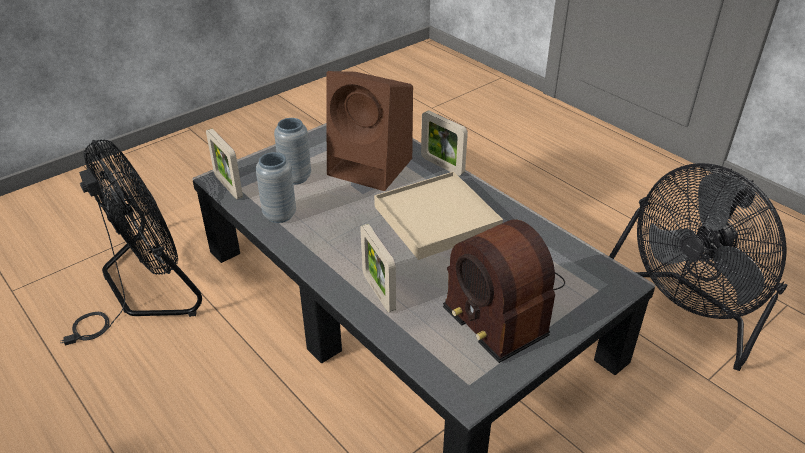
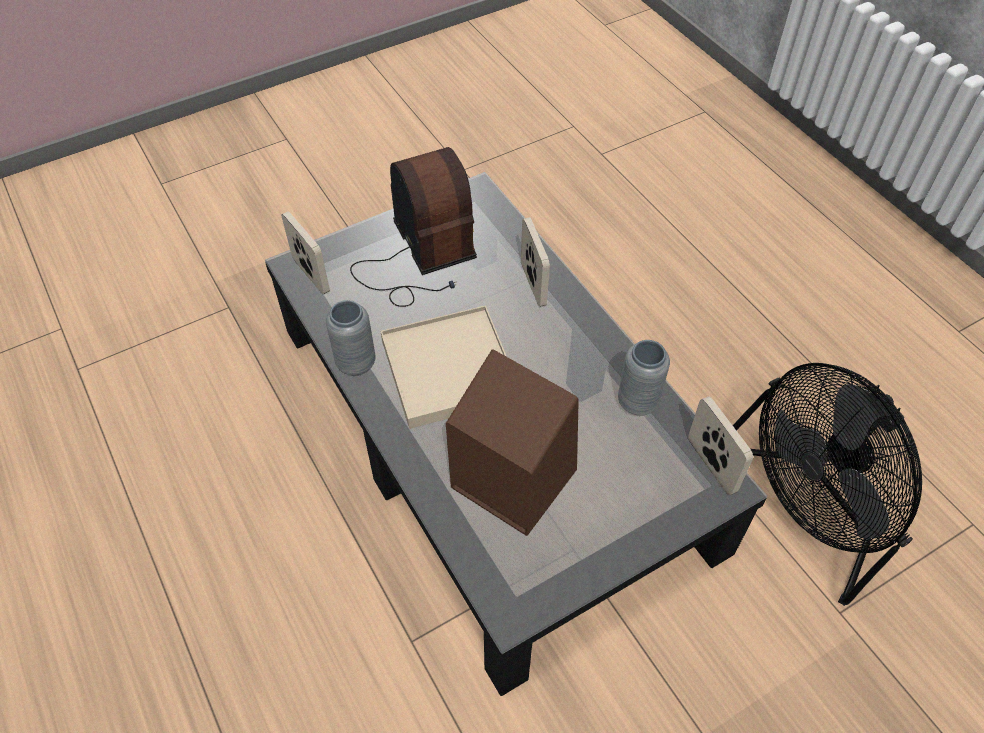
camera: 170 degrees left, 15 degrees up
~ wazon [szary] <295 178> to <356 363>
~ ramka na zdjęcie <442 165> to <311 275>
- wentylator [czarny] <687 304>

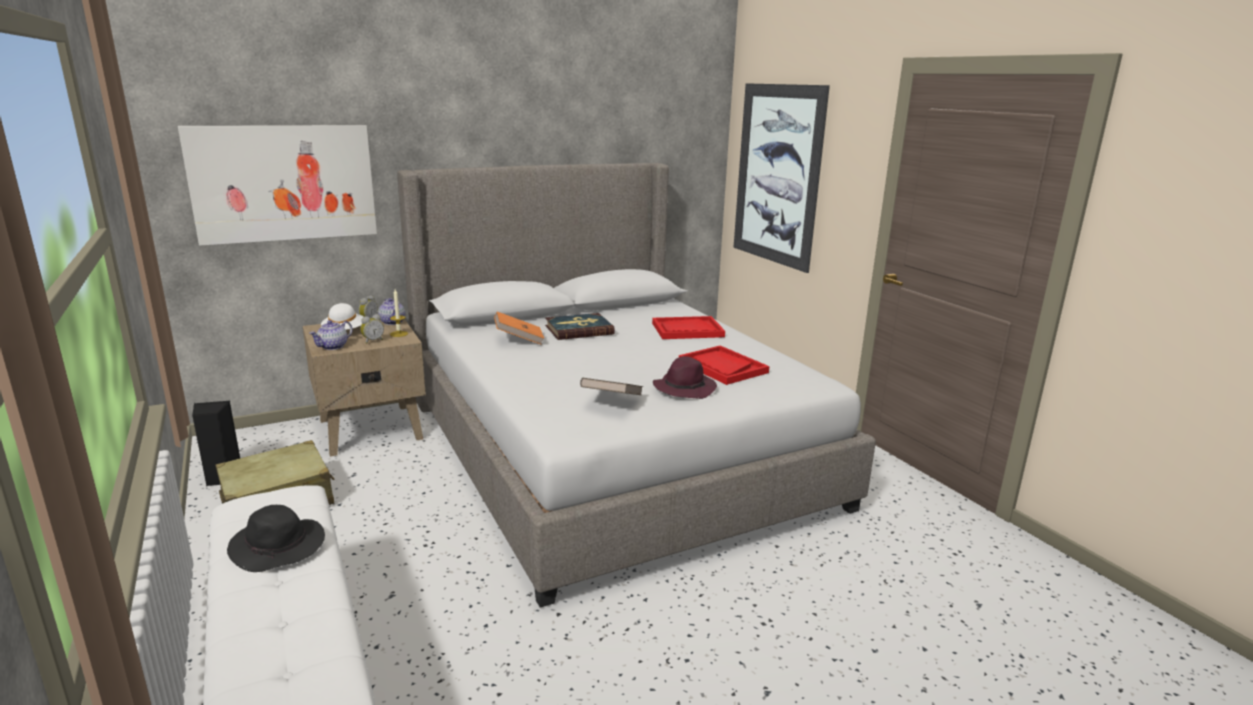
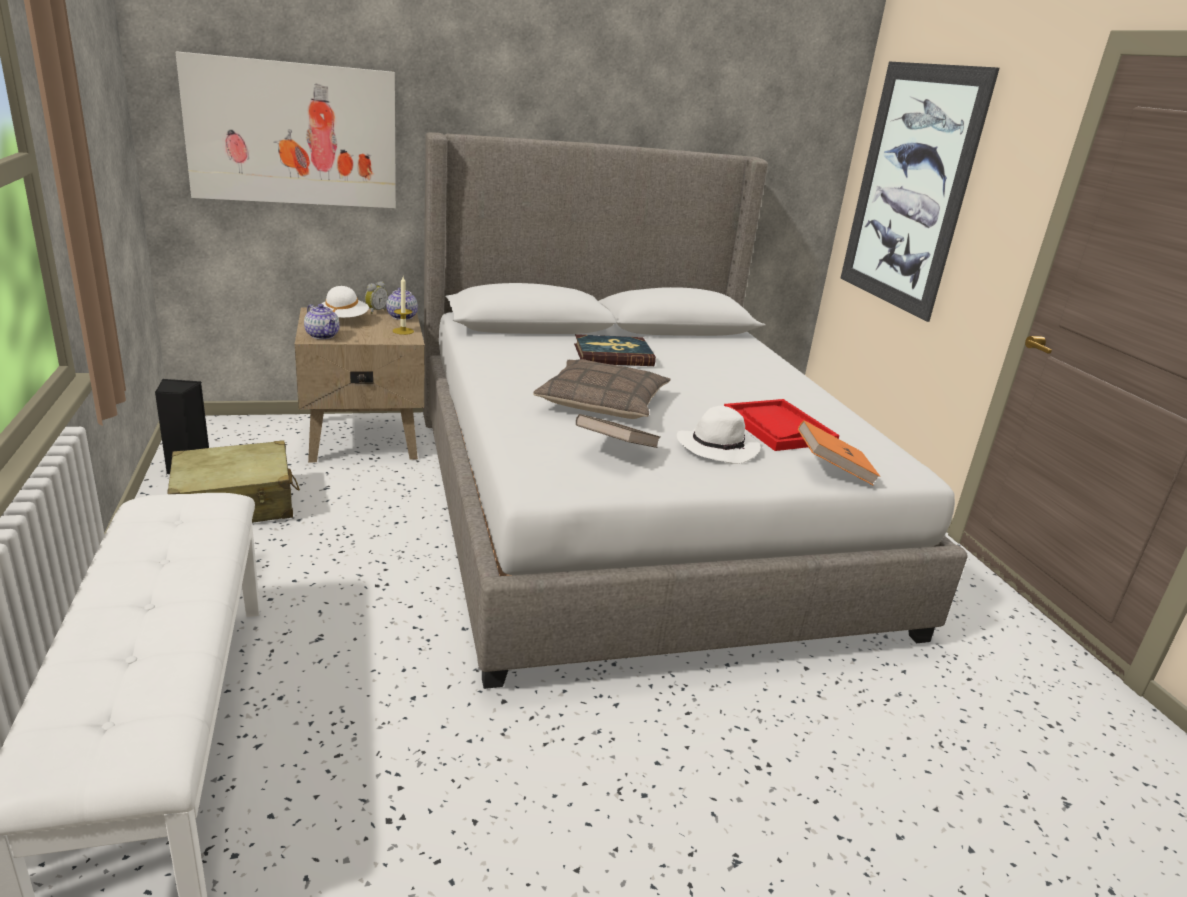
camera: 10 degrees right, 5 degrees up
- kapelusz [czarny] <279 548>
~ imbryk <333 347> = <323 336> 90 degrees counterclockwise
- budzik <372 341>
~ książka [pomarańczowy] <519 340> to <833 470>
- taca [czerwony] <687 330>
~ kapelusz [fioletowy] <685 388> to kapelusz [biały] <718 447>
+ poduszka <603 402>

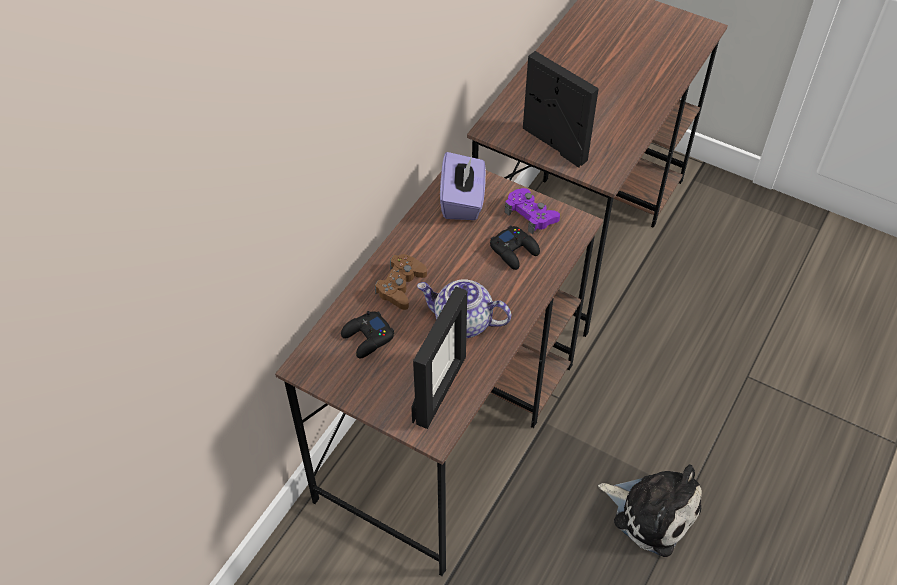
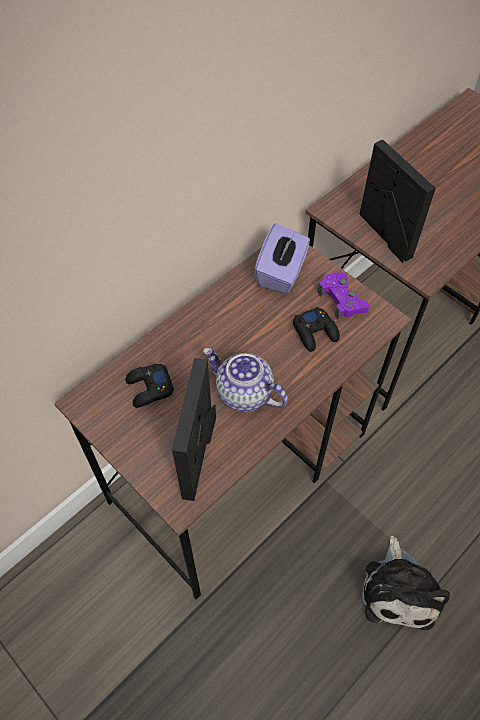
camera: 15 degrees right, 5 degrees up
- pad do gier [brązowy] <400 286>
~ ramka na zdjęcie <439 389> = <199 457> 150 degrees clockwise
~ pluszak <652 511> = <399 589> 45 degrees clockwise

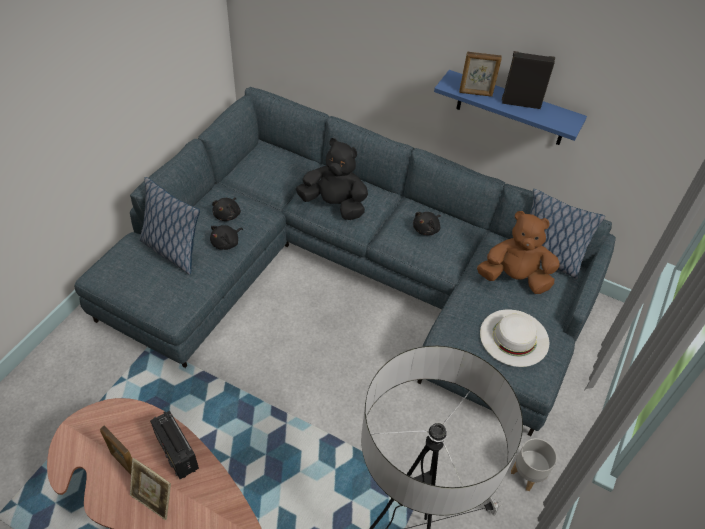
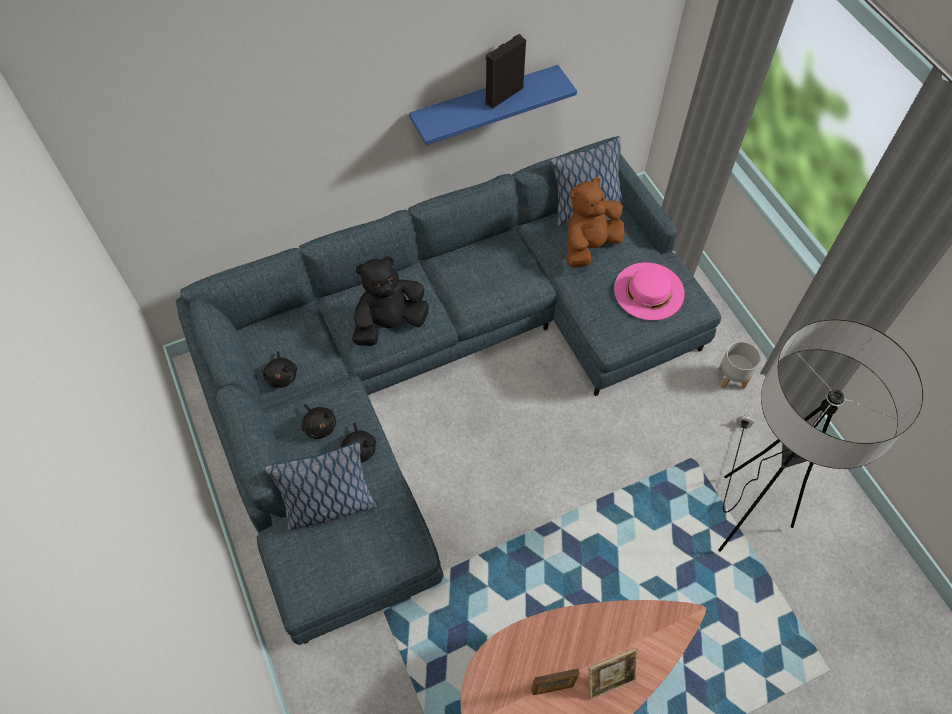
camera: 50 degrees left, 10 degrees up
- radio <177 453>
~ pluszak [czarny] <426 229> to <282 375>
- ramka na zdjęcie <475 94>
~ kapelusz [biały] <514 337> to kapelusz [różowy] <649 291>

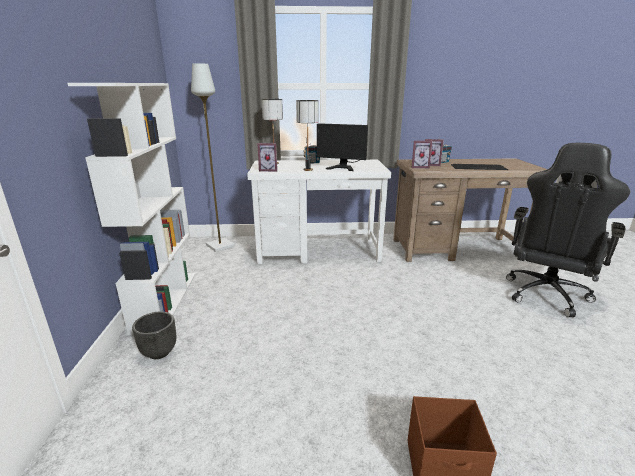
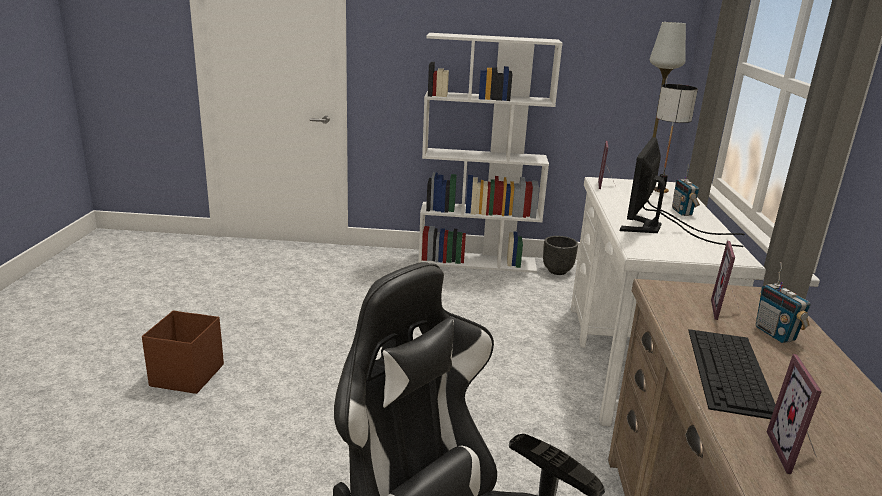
camera: 95 degrees right, 0 degrees up
~ donica [czarny] <159 352> to <558 271>
- lampa stołowa <307 170>
~ ramka na zdjęcie <419 167> to <795 454>

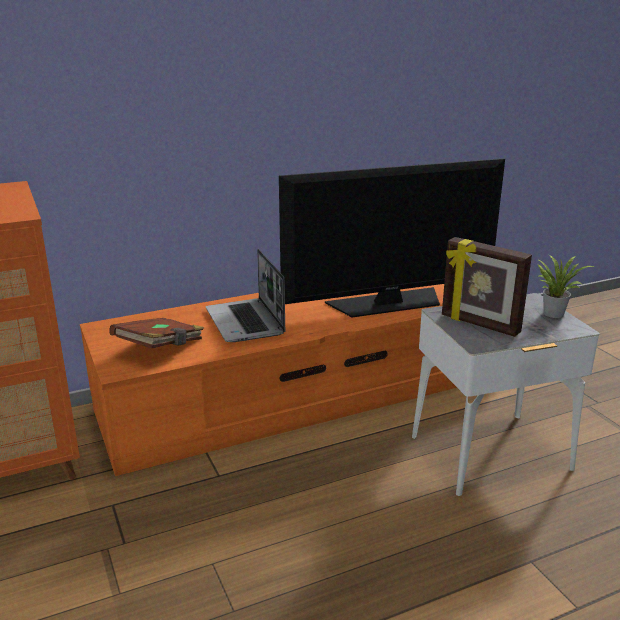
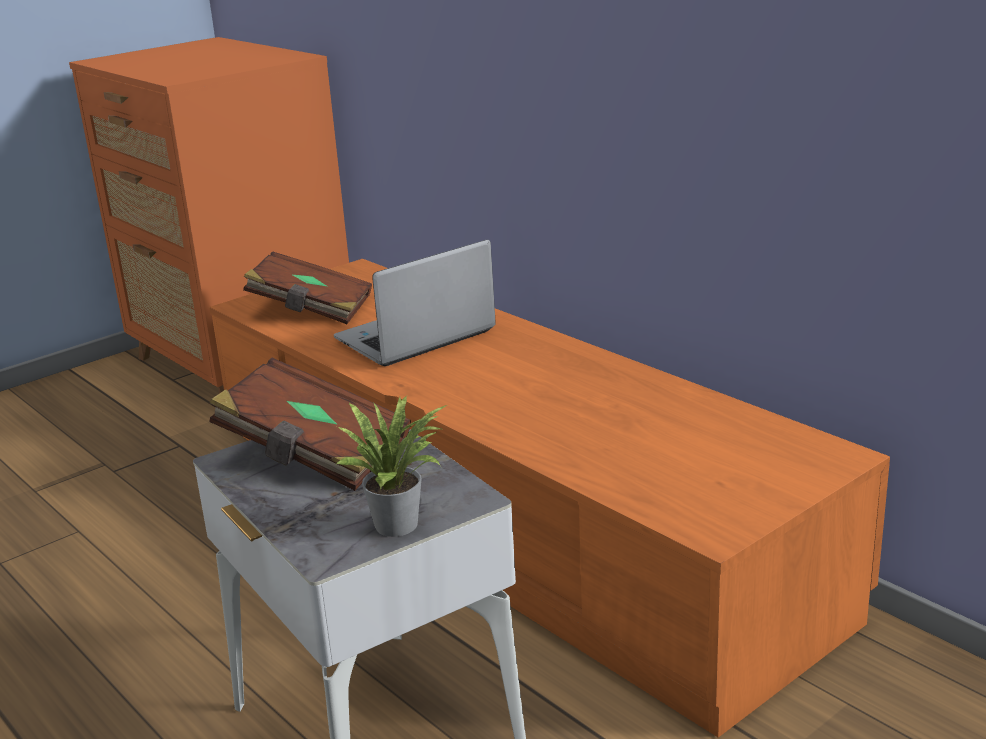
camera: 75 degrees right, 0 degrees up
- telewizor <388 303>
~ ramka na zdjęcie <479 324> to książka [brązowy] <314 455>

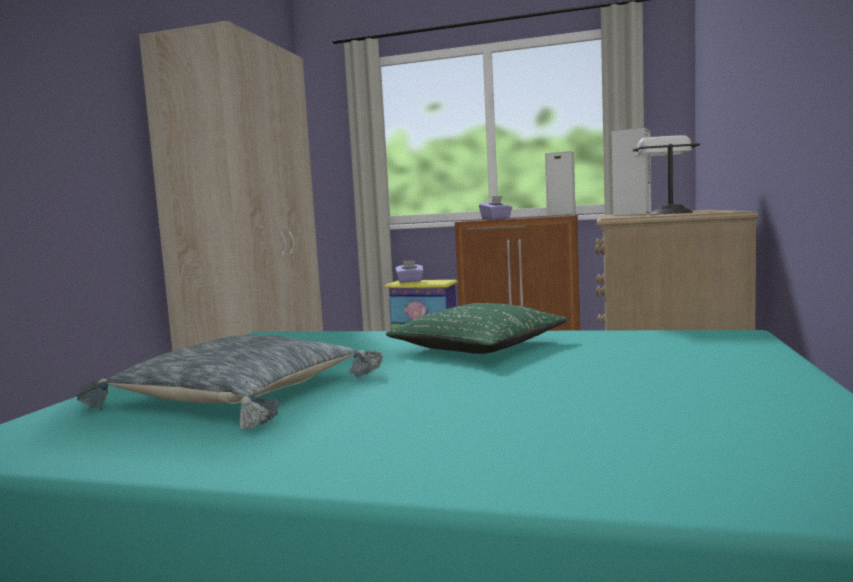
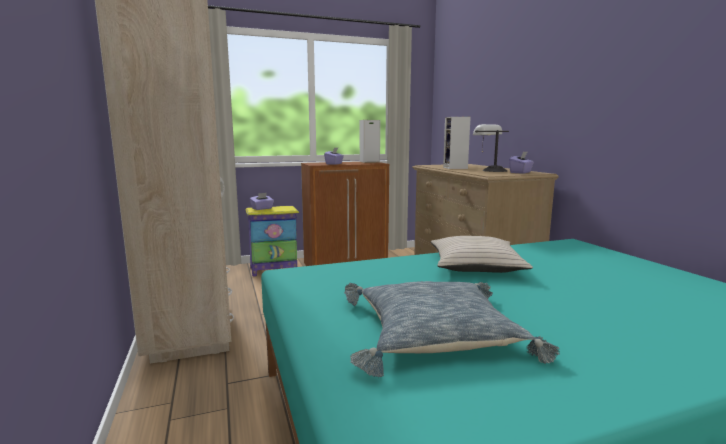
camera: 35 degrees left, 5 degrees up
~ poduszka [zielony] <478 346> to poduszka [beżowy] <475 265>
+ pudełko chusteczek [fioletowy] <520 172>

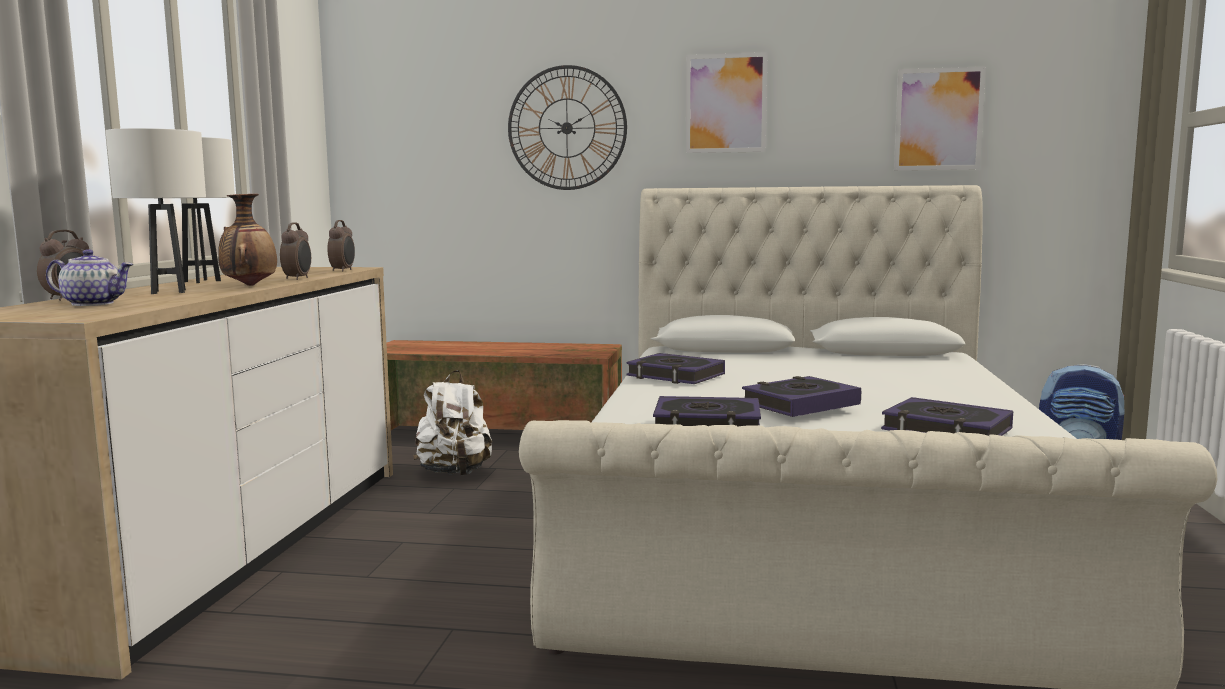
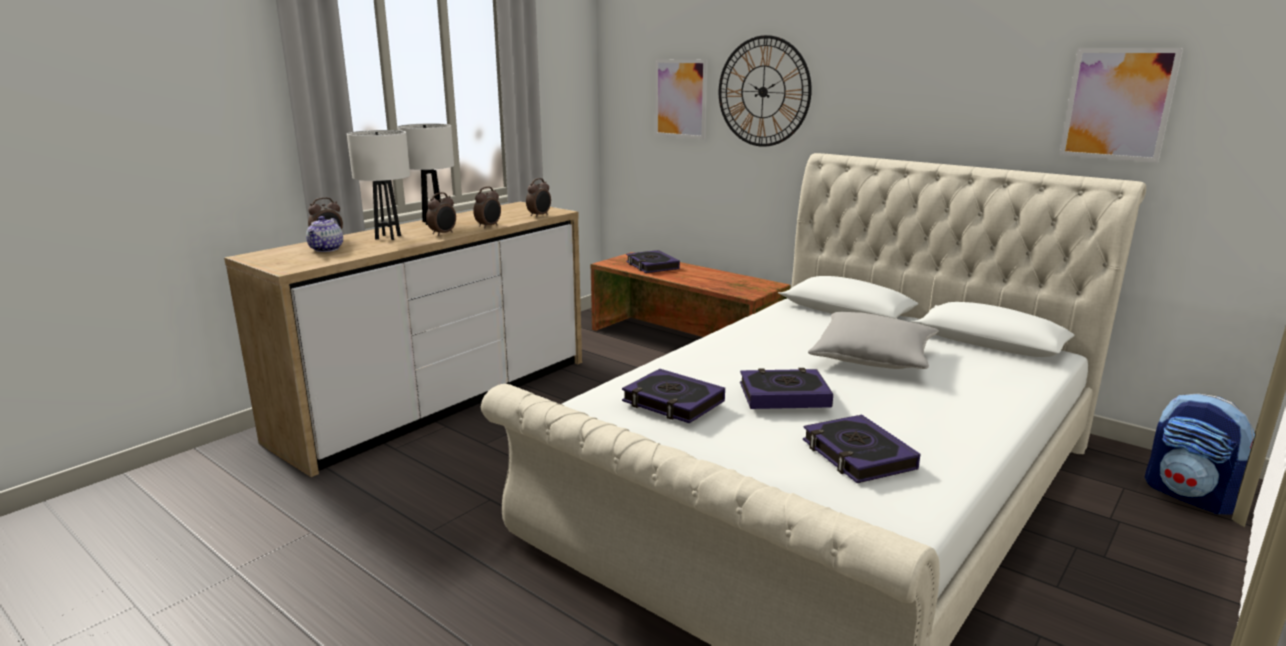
camera: 30 degrees right, 10 degrees up
~ imbryk <94 303> = <326 249> 60 degrees clockwise
~ wazon <249 285> to budzik <443 234>
- plecak [biały] <455 473>
~ książka <675 376> to <652 266>
~ obraz <726 103> to <680 98>
+ poduszka [szary] <873 358>

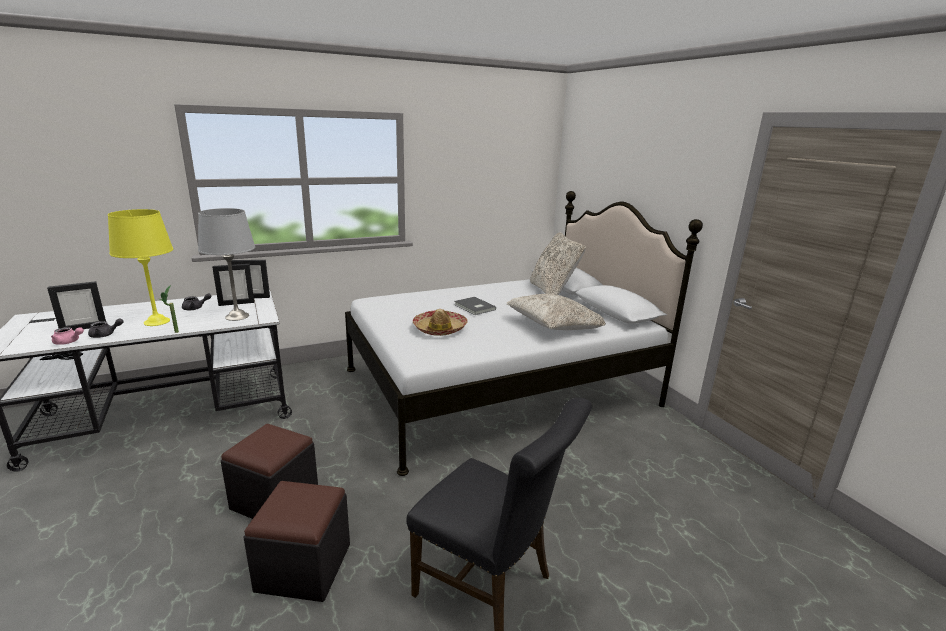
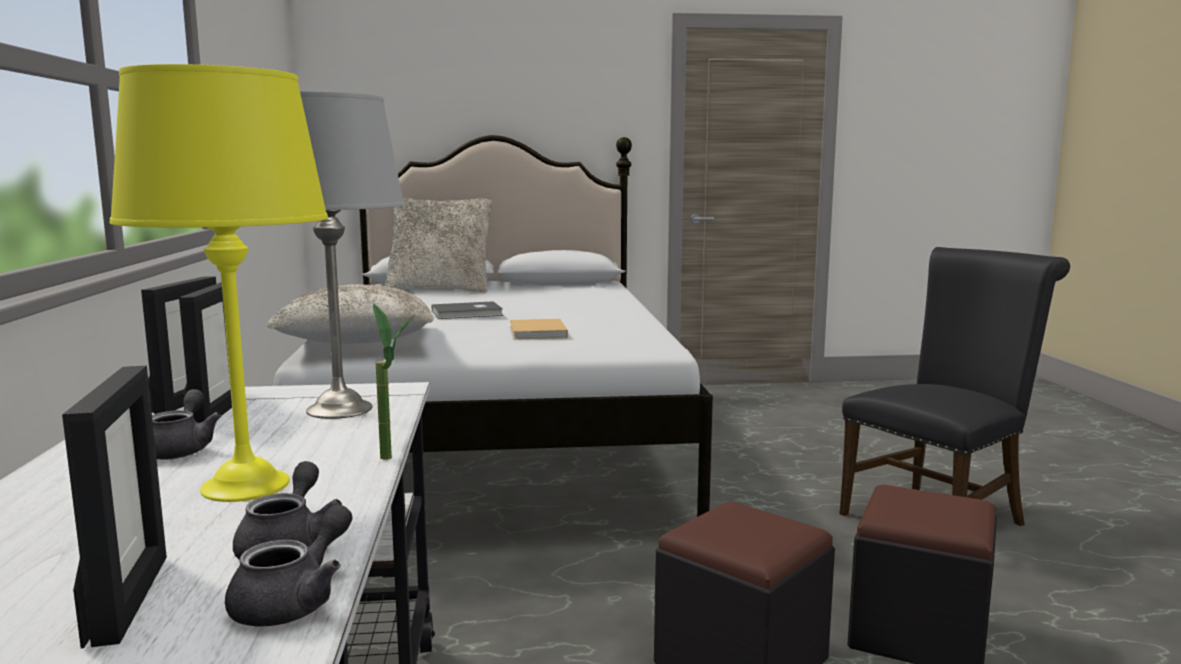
camera: 70 degrees left, 10 degrees down
~ imbryk [różowy] <69 342> to imbryk [szary] <294 601>
~ kapelusz <440 329> to książka [beżowy] <538 332>
~ poduszka [beżowy] <554 325> to <359 343>

